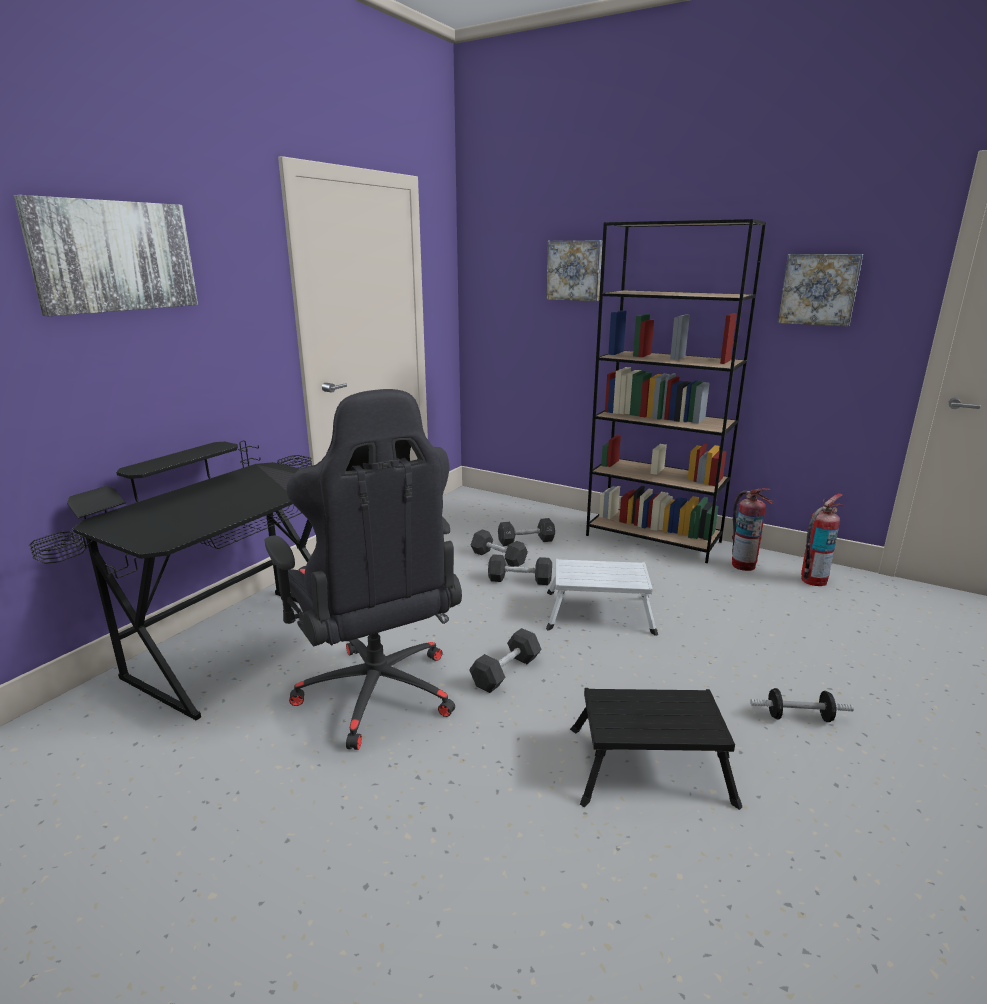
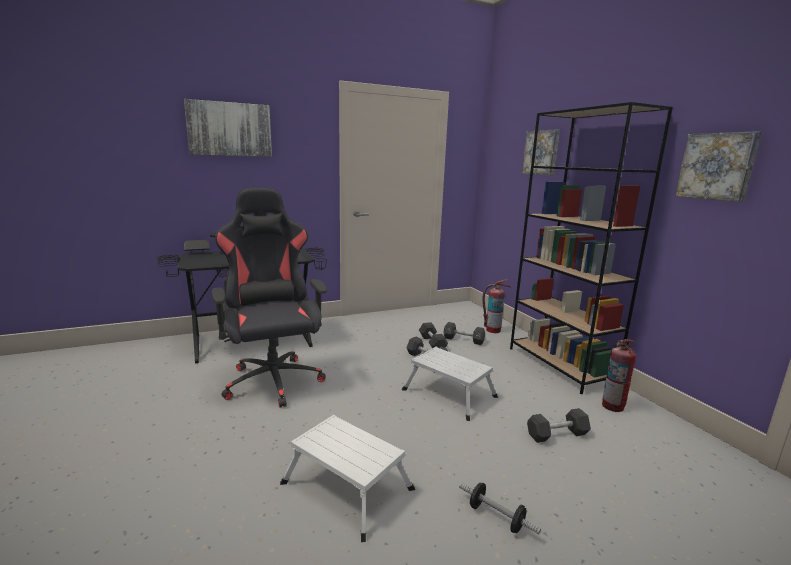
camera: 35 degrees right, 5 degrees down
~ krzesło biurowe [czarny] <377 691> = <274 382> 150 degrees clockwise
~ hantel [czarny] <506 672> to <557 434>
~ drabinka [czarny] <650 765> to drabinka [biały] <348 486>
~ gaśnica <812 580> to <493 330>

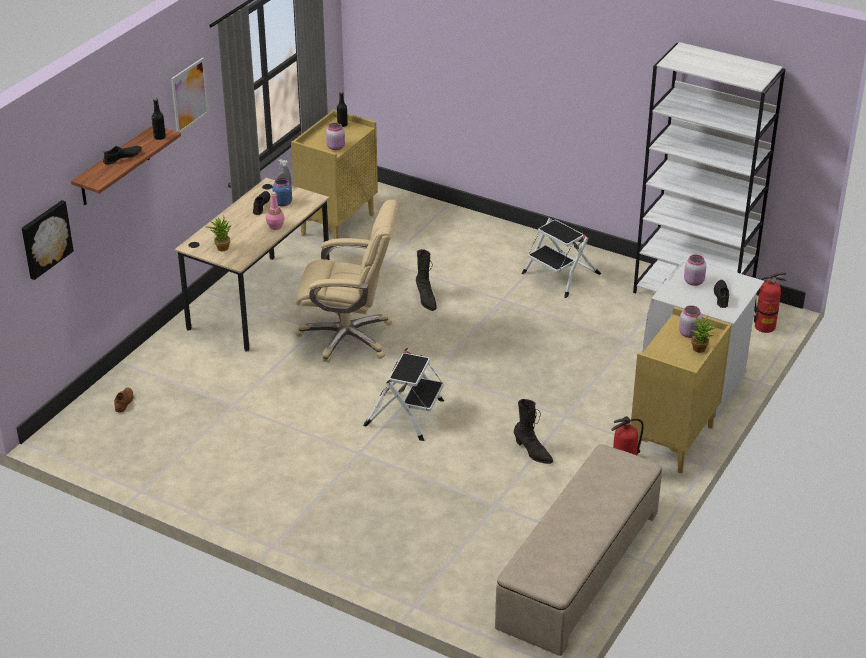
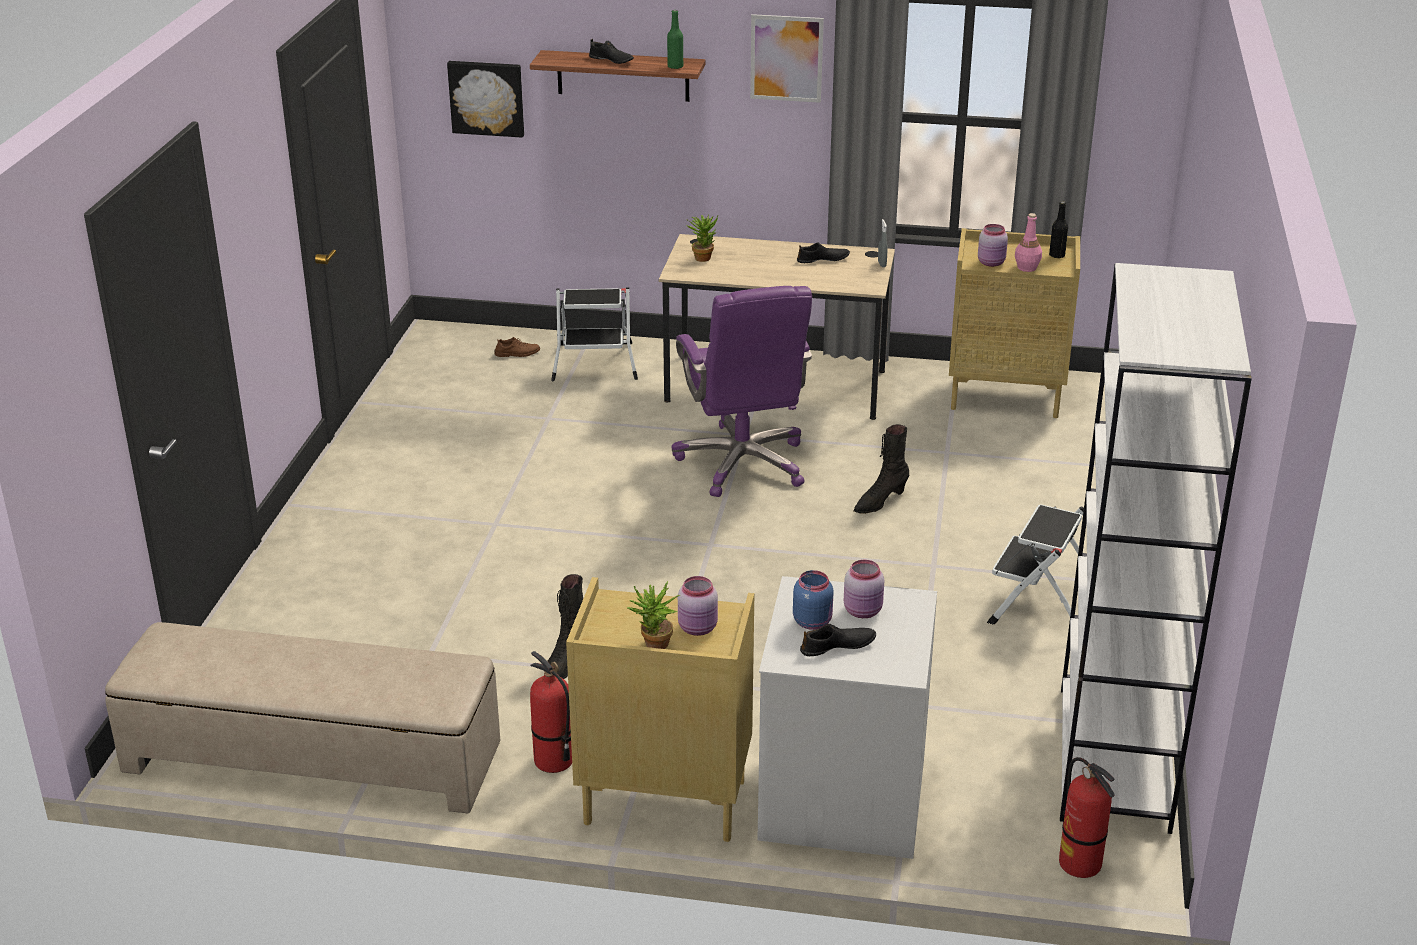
camera: 70 degrees right, 5 degrees down
~ butelka [czarny] <159 137> to butelka [zielony] <675 67>
~ butelka [różowy] <275 226> to <1026 268>
~ słoik [niebieski] <282 203> to <813 621>
~ krzesło biurowe [beżowy] <348 338> to krzesło biurowe [fioletowy] <742 462>
~ drabinka <405 414> to <595 362>

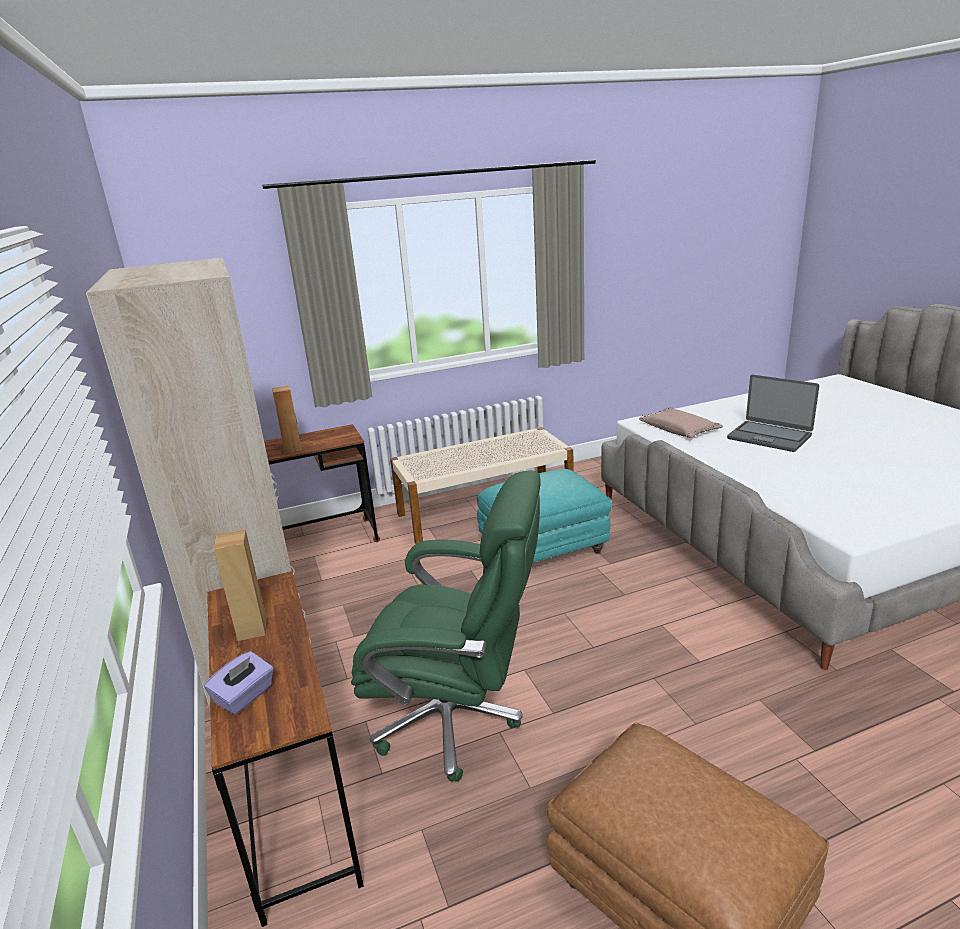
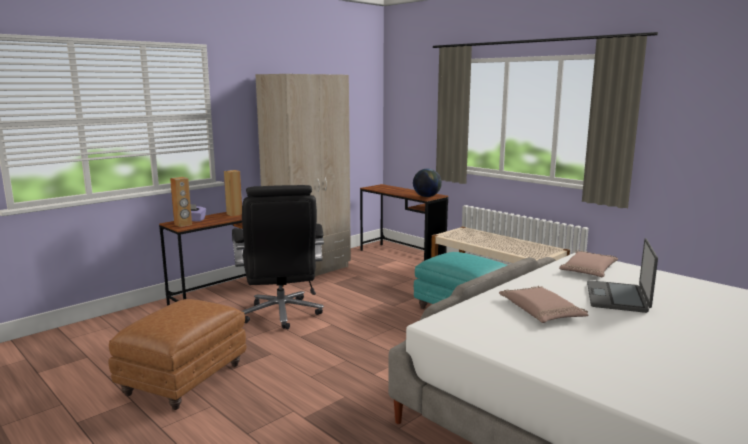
camera: 65 degrees right, 10 degrees down
~ głośnik [brązowy] <293 449> to <183 224>
~ krzesło biurowe [zielony] <457 723> to krzesło biurowe [czarny] <282 316>
+ globus <426 196>
+ poduszka [beżowy] <541 309>

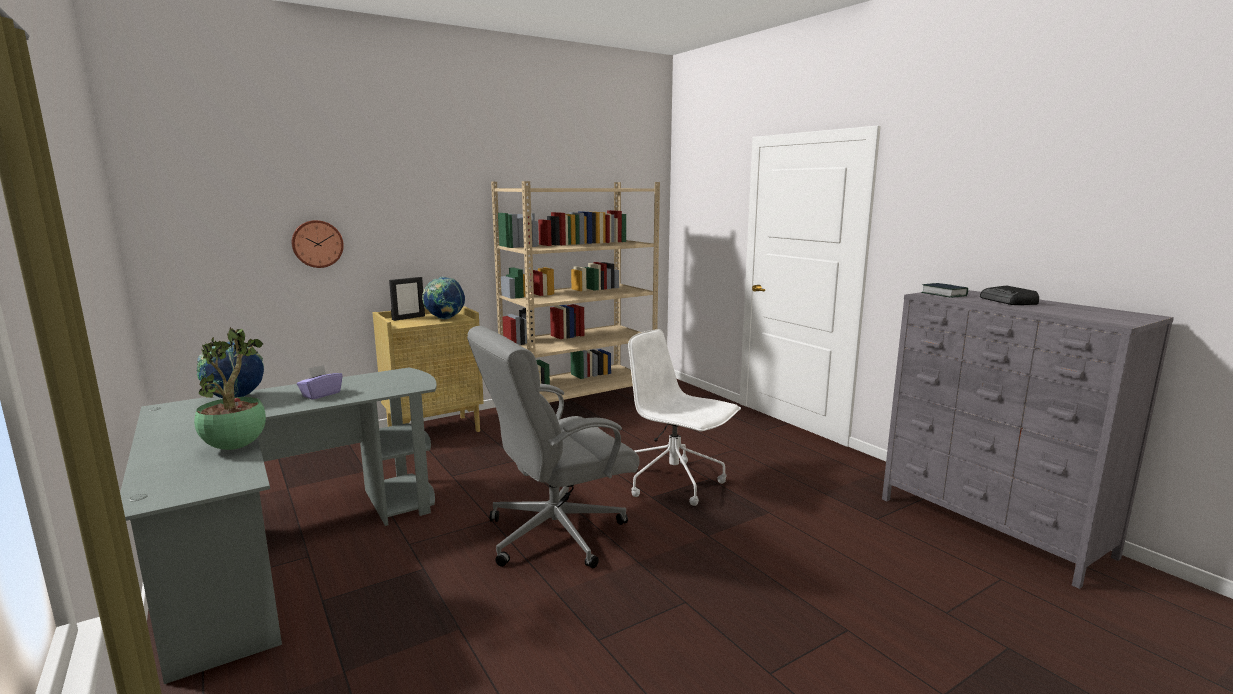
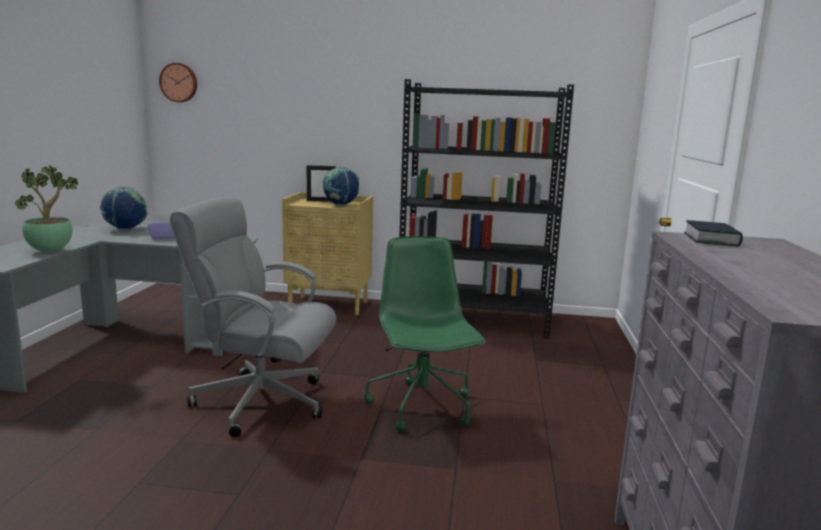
camera: 40 degrees right, 0 degrees up
~ zegar ścienny <317 243> to <179 82>
~ regał [beżowy] <579 405> to regał [czarny] <473 319>
~ krzesło biurowe [biały] <677 484> to krzesło biurowe [zielony] <423 409>
- radio <1008 301>

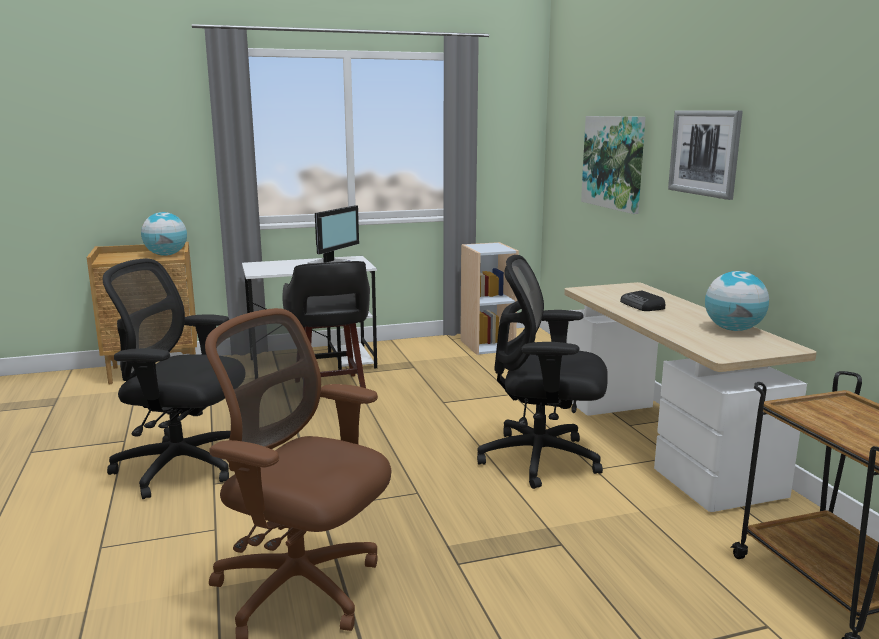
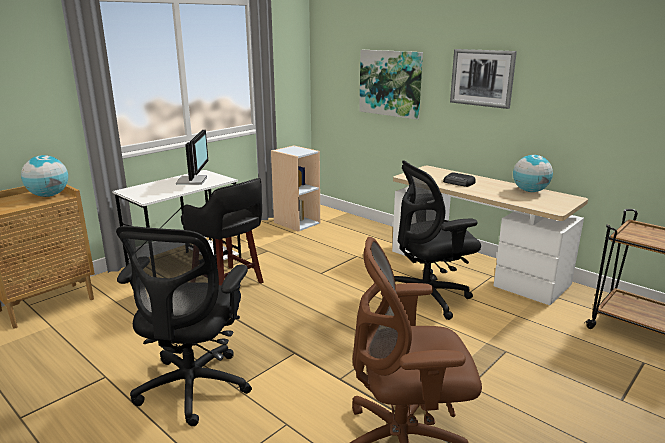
camera: 30 degrees left, 5 degrees up
~ krzesło biurowe [czarny] <187 466> = <195 381> 60 degrees counterclockwise

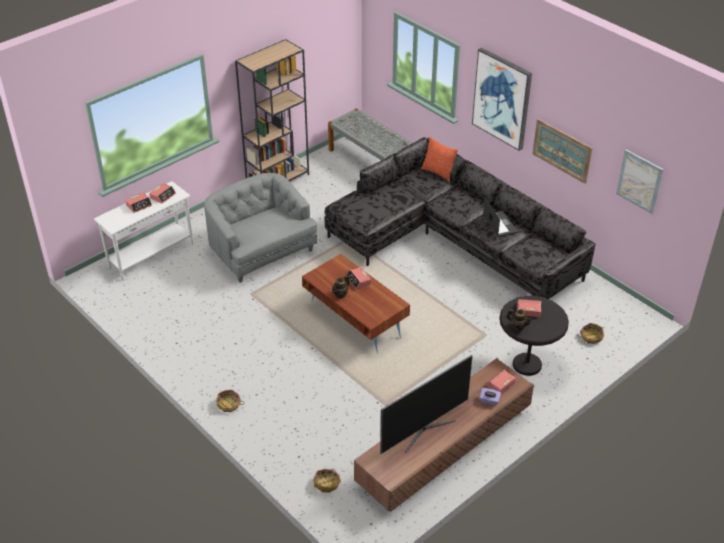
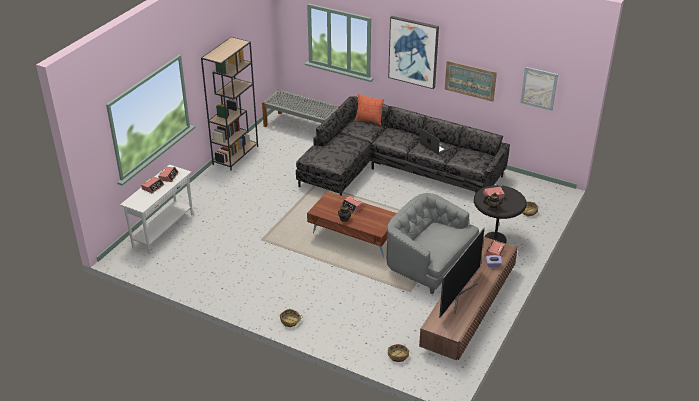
camera: 20 degrees left, 5 degrees down
~ fotel [szary] <261 251> to <429 264>

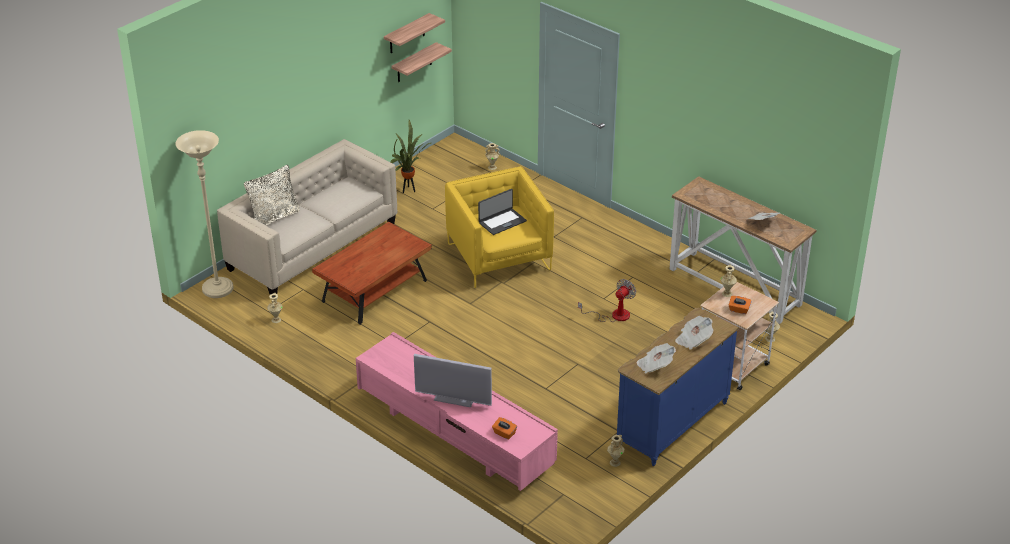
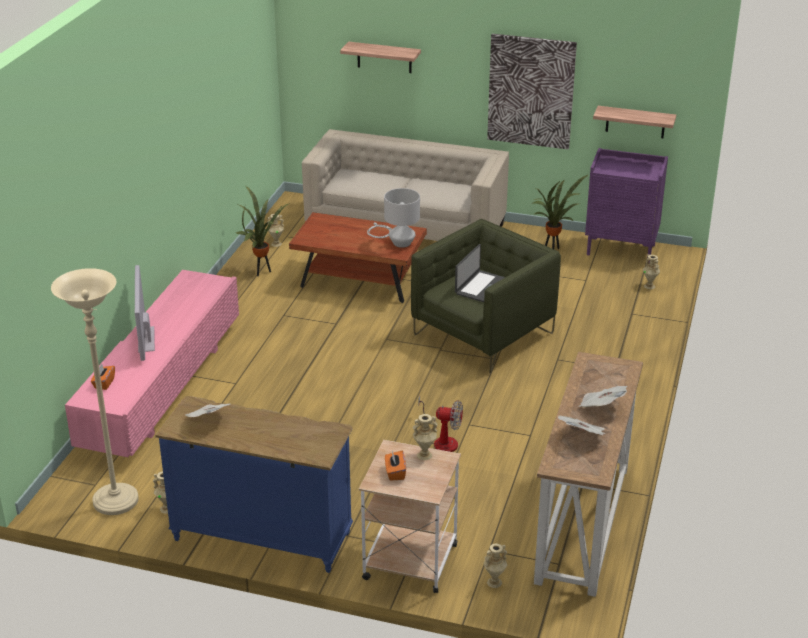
camera: 65 degrees right, 5 degrees down
~ lampa stojąca [beżowy] <218 289> to <116 501>
- poduszka [beżowy] <275 217>
~ półka <407 34> to <384 57>
~ fotel [żółty] <499 258> to fotel [zielony] <483 335>
~ laptop <502 222> = <480 286> 90 degrees counterclockwise
~ gazeta <693 340> to <601 407>
+ roślina doniczkowa <262 271>
+ lampa stołowa [szary] <393 238>
+ obraz <531 91>
+ szafka [fioletowy] <621 250>

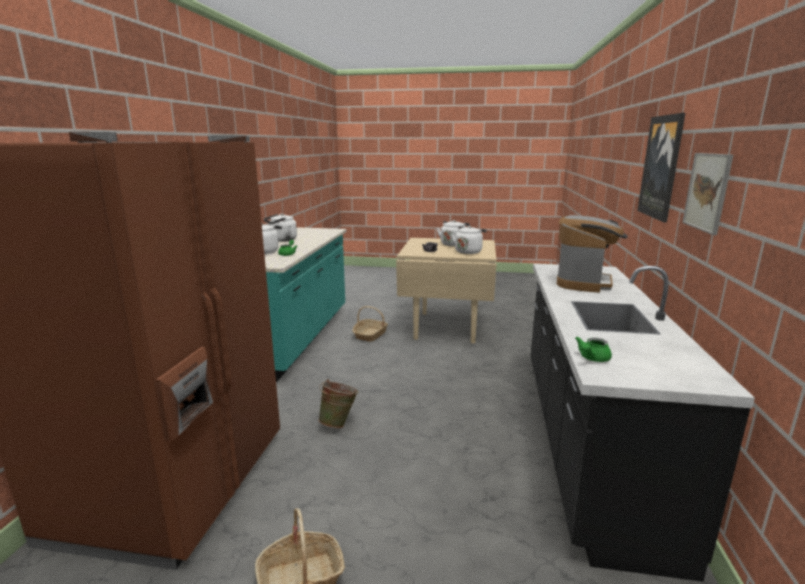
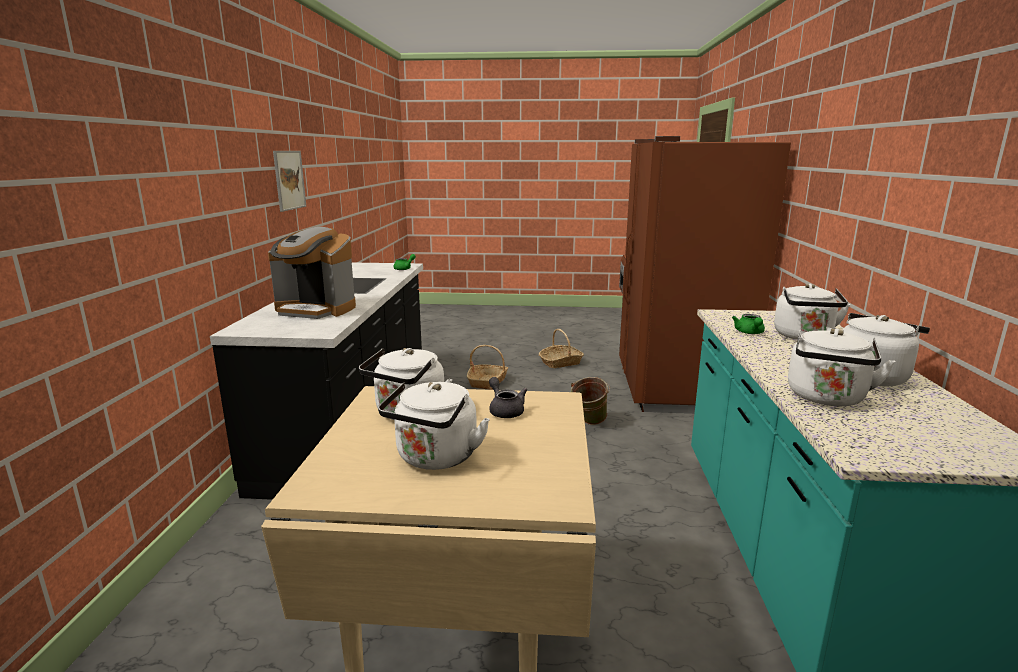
camera: 175 degrees right, 0 degrees up
~ koszyk <370 335> to <488 382>
~ ekspres do kawy <584 282> = <316 310> 90 degrees counterclockwise
- obraz <661 167>
+ czajnik [biały] <826 399>

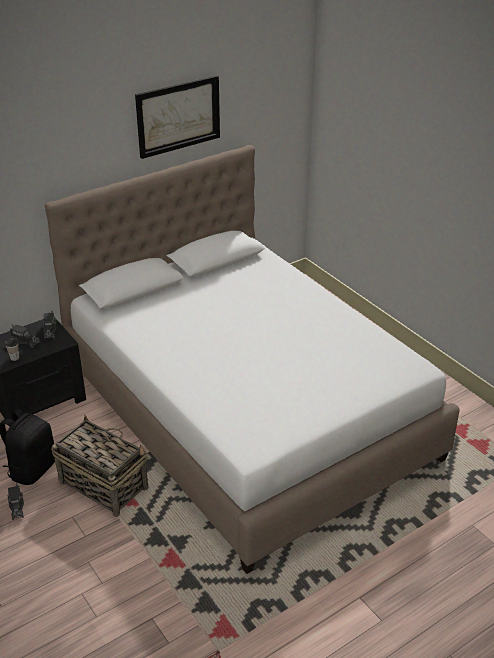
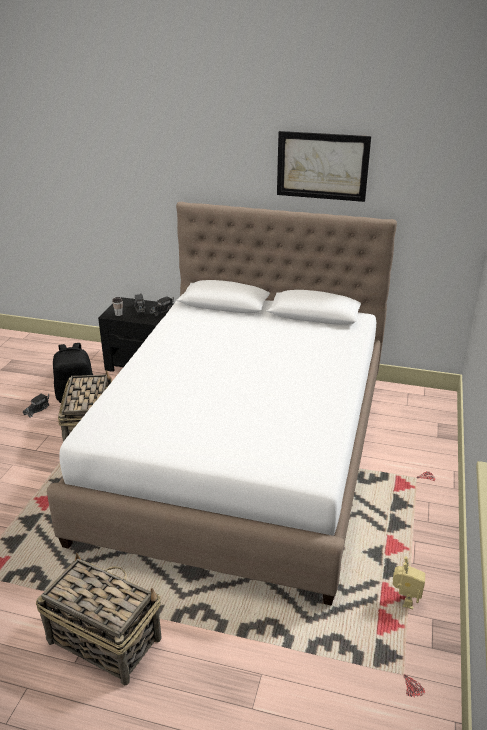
camera: 50 degrees right, 5 degrees down
+ koszyk <103 639>
+ robot zabawkowy <404 600>

